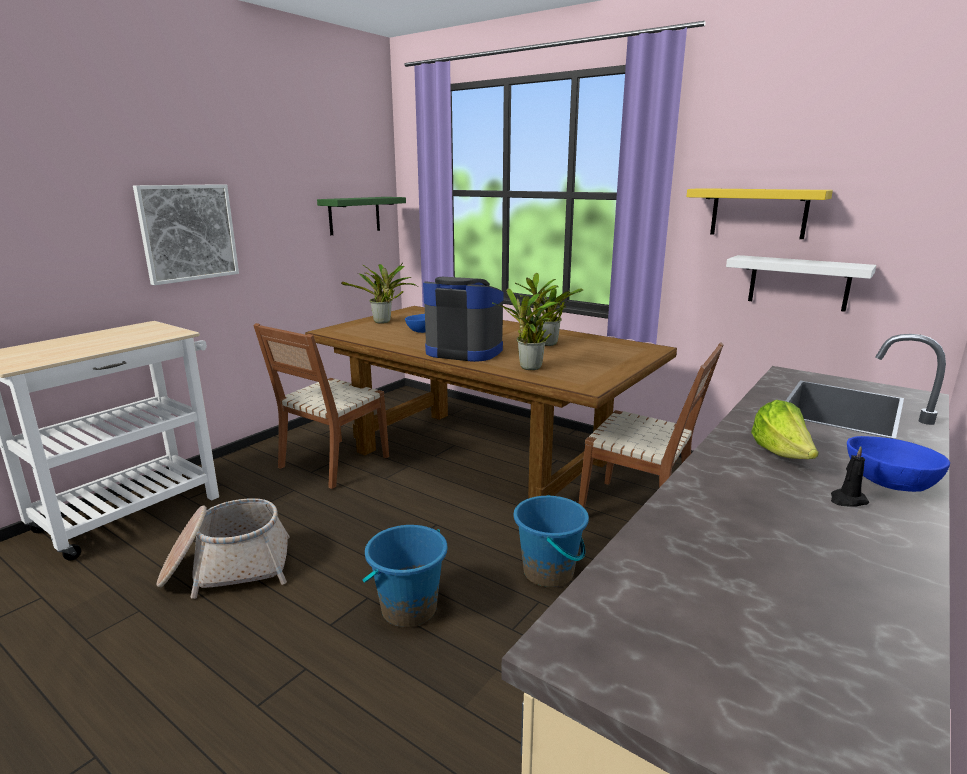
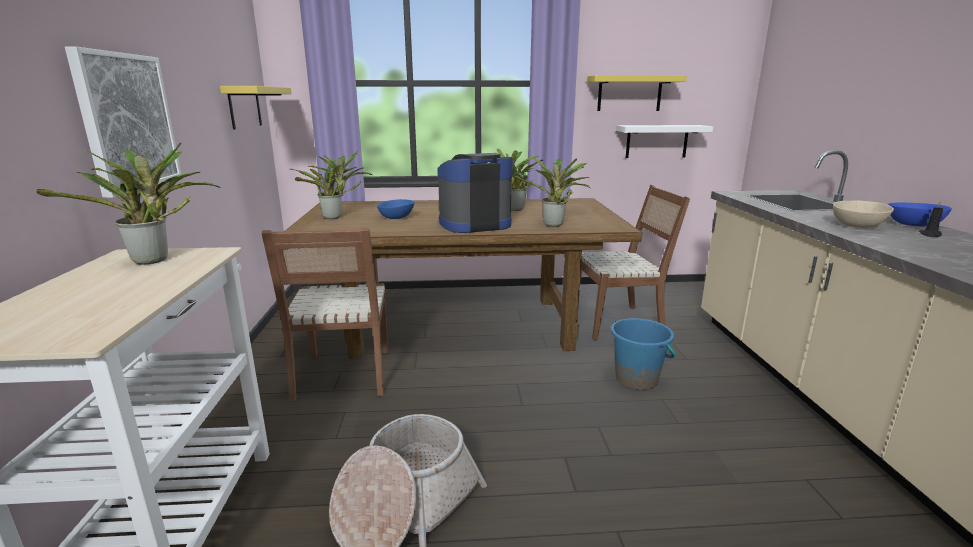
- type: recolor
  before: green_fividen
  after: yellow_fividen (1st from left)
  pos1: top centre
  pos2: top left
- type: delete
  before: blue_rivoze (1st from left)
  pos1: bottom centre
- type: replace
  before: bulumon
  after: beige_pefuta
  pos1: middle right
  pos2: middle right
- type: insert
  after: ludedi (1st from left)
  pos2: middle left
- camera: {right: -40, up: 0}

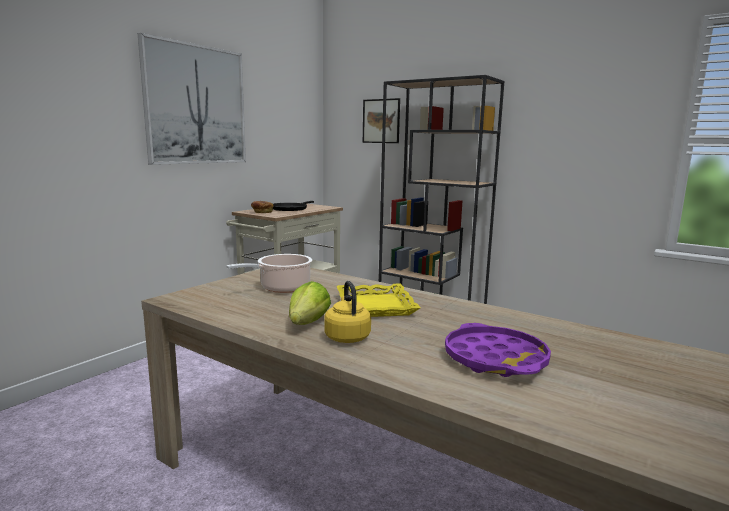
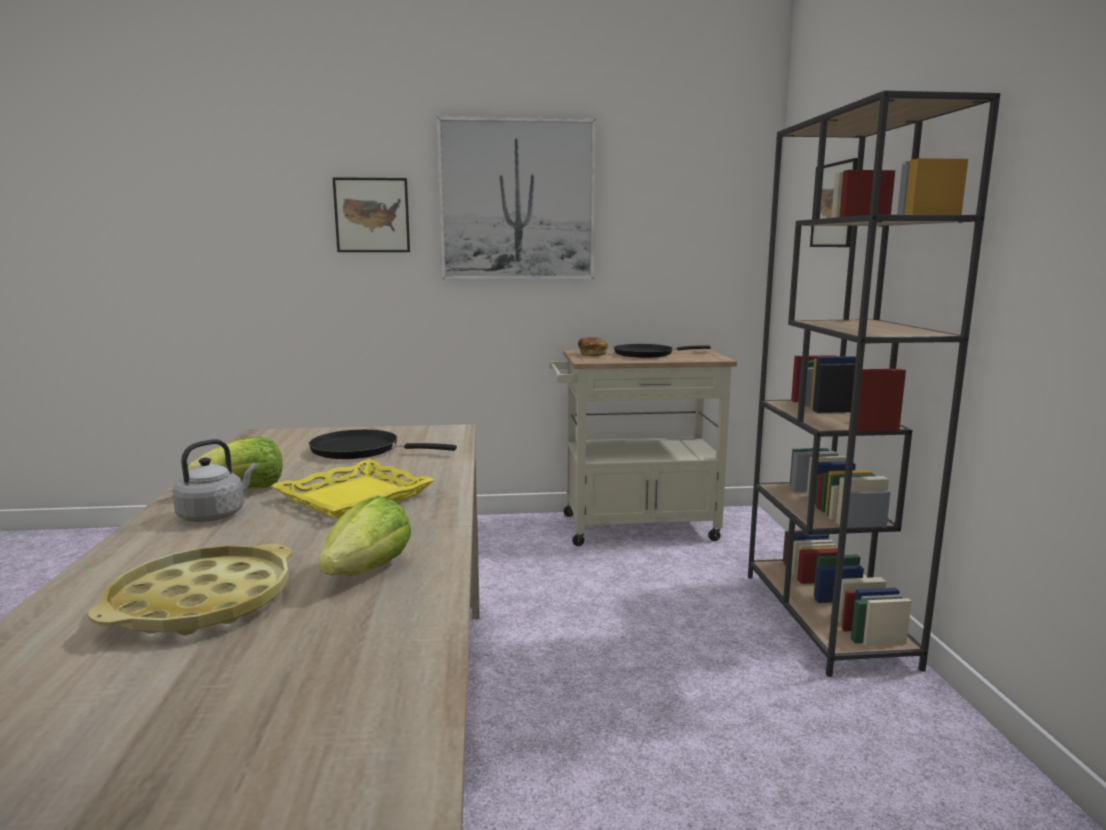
- type: replace
  before: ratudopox
  after: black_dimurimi (1st from left)
  pos1: centre
  pos2: centre
- type: recolor
  before: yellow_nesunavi
  after: grey_nesunavi
  pos1: centre
  pos2: middle left
- type: recolor
  before: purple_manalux
  after: yellow_manalux (1st from left)
  pos1: bottom right
  pos2: bottom left
- type: insert
  after: bulumon (2nd from left)
  pos2: middle left
- type: insert
  after: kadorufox (1st from left)
  pos2: top centre
- camera: {right: 50, up: 0}

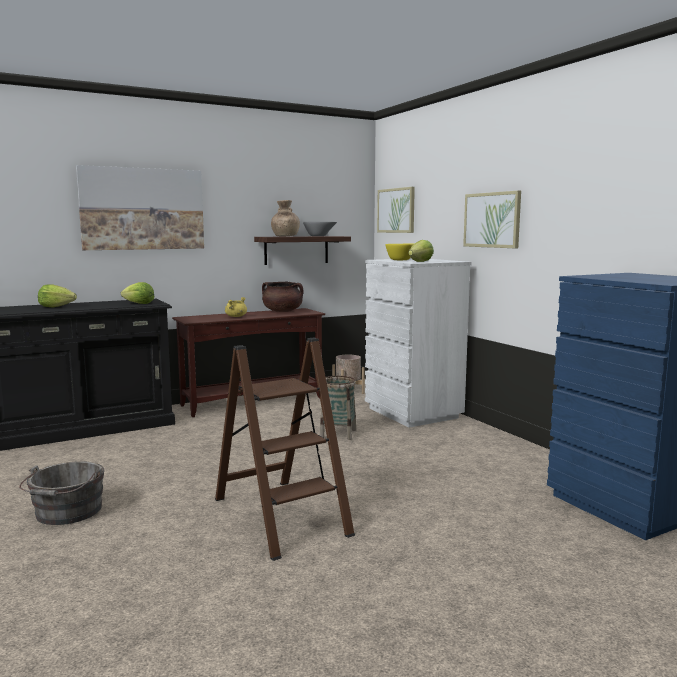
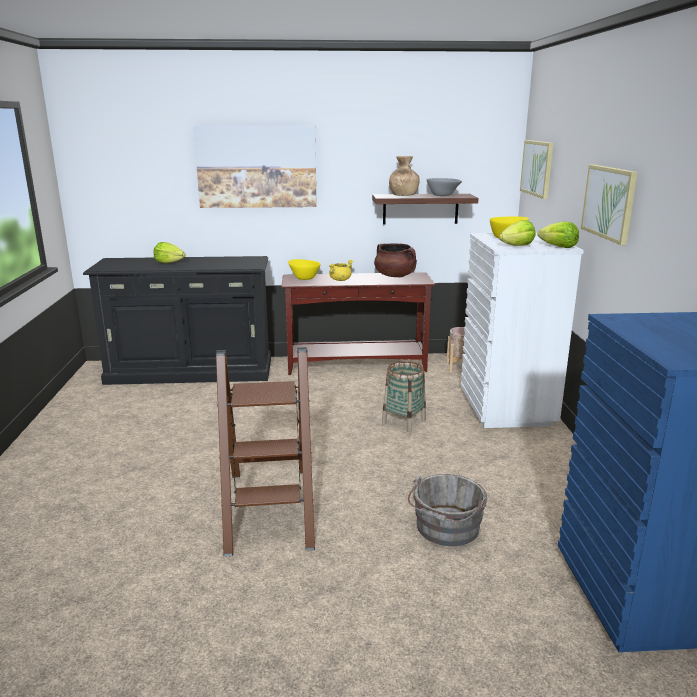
- type: move
  before: grey_rivoze
  pos1: bottom left
  pos2: bottom centre
- type: move
  before: bulumon (2nd from left in the first image)
  after: bulumon (3rd from left)
  pos1: middle left
  pos2: middle right
- type: insert
  after: yellow_pefuta (1st from left)
  pos2: centre
- camera: {right: 25, up: 10}

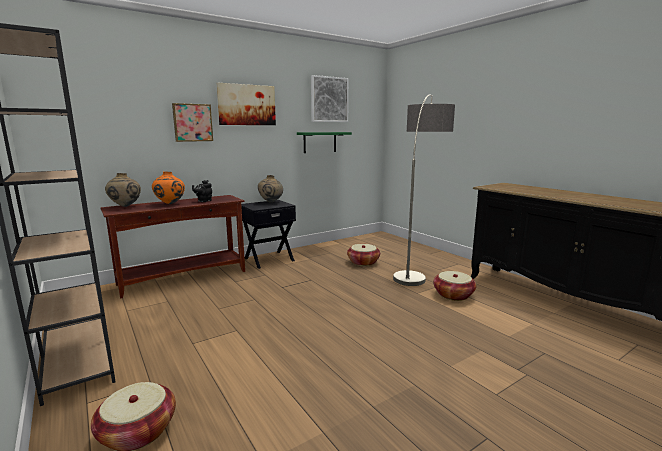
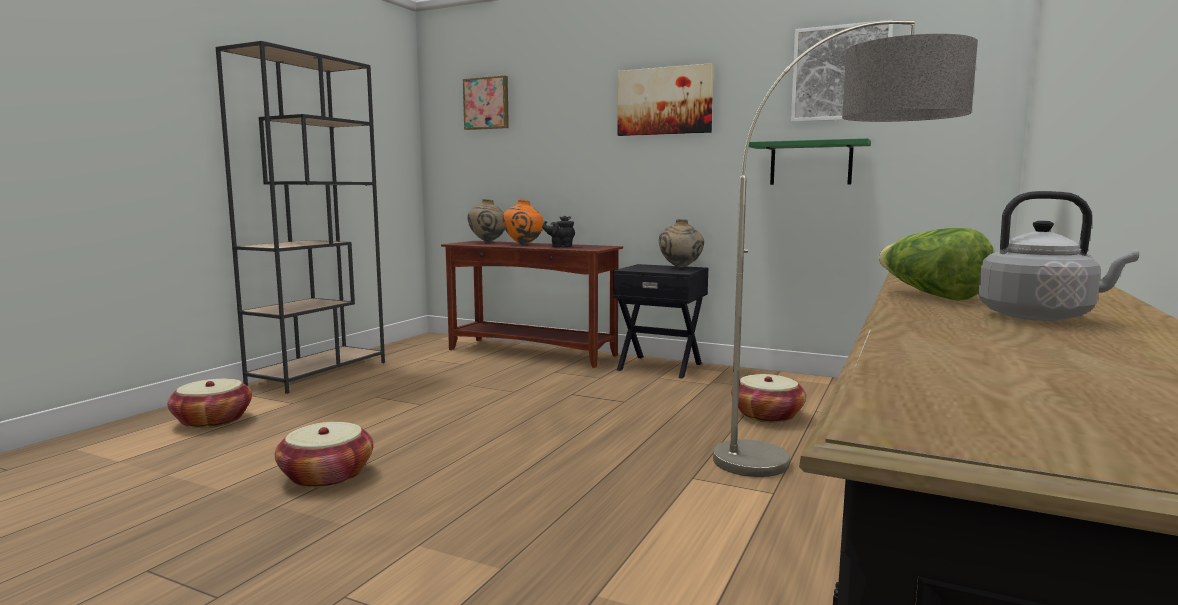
- type: move
  before: kadorufox (1st from left)
  pos1: top left
  pos2: top centre
- type: move
  before: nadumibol (3rd from left in the first image)
  after: nadumibol (2nd from left)
  pos1: middle right
  pos2: bottom left
- type: insert
  after: bulumon
  pos2: middle right
- type: insert
  after: grey_nesunavi
  pos2: middle right
- camera: {right: 60, up: -5}

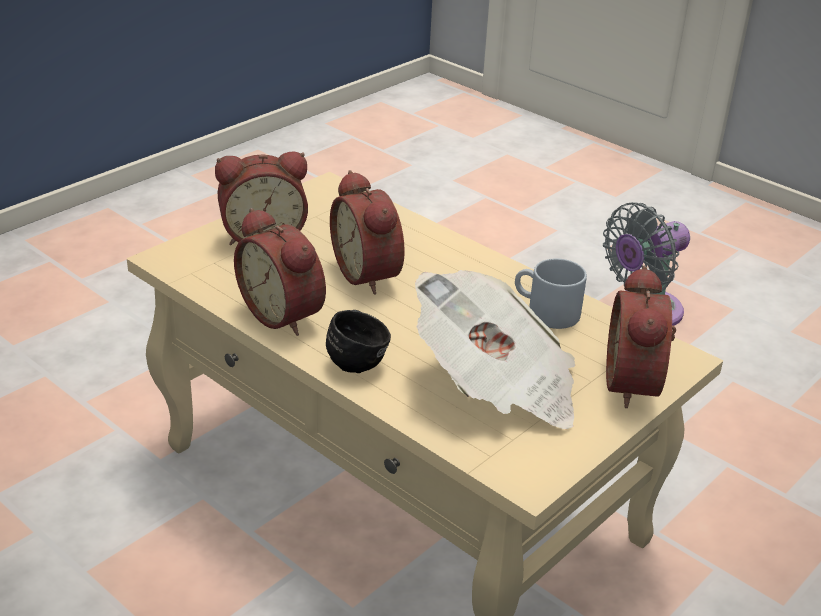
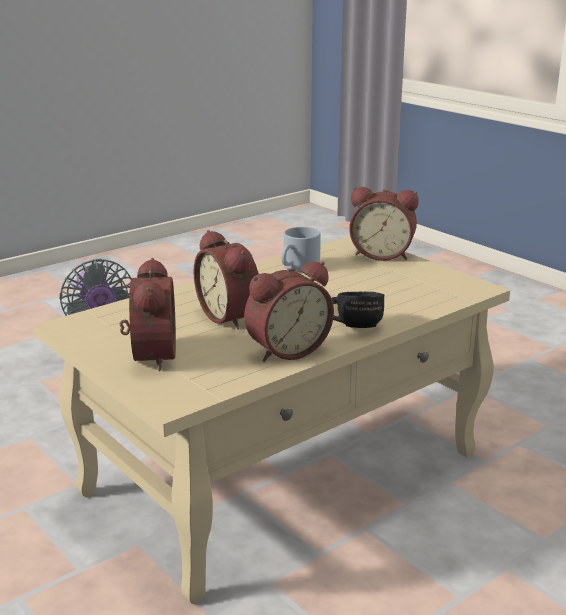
- type: rotate
  before: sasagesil (3rd from left in the first image)
  pos1: centre
  pos2: centre
  turn: 75
- type: delete
  before: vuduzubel
  pos1: centre
- camera: {right: -80, up: -10}

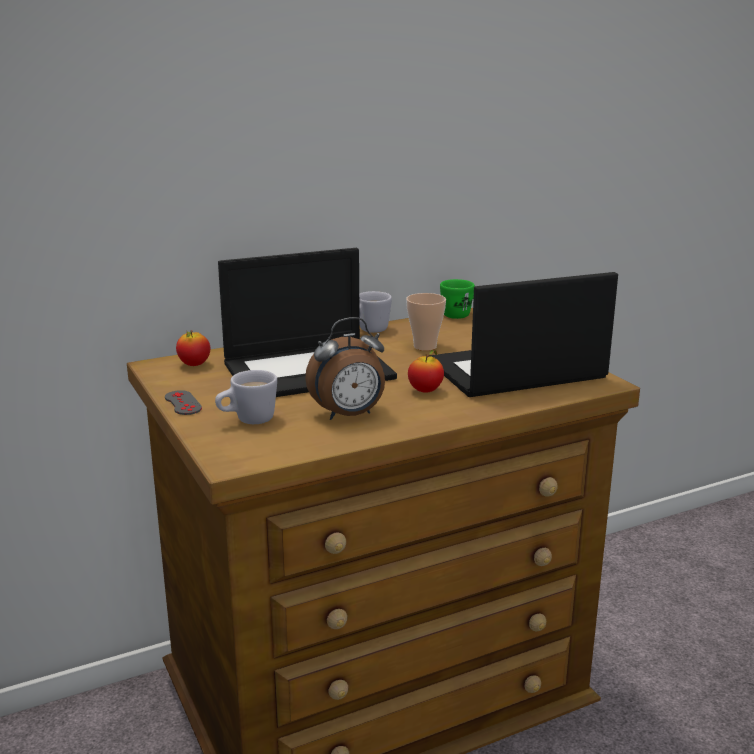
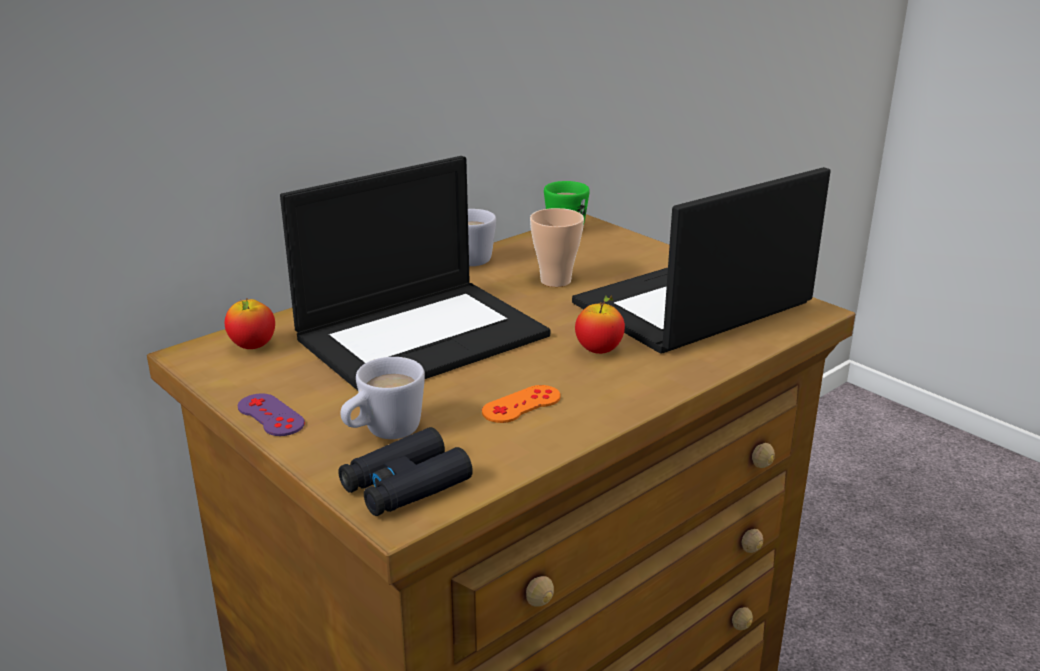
- type: recolor
  before: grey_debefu
  after: purple_debefu
  pos1: middle left
  pos2: middle left
- type: replace
  before: sasagesil
  after: orange_debefu
  pos1: centre
  pos2: centre
- type: insert
  after: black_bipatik
  pos2: bottom centre
- camera: {right: -15, up: 5}

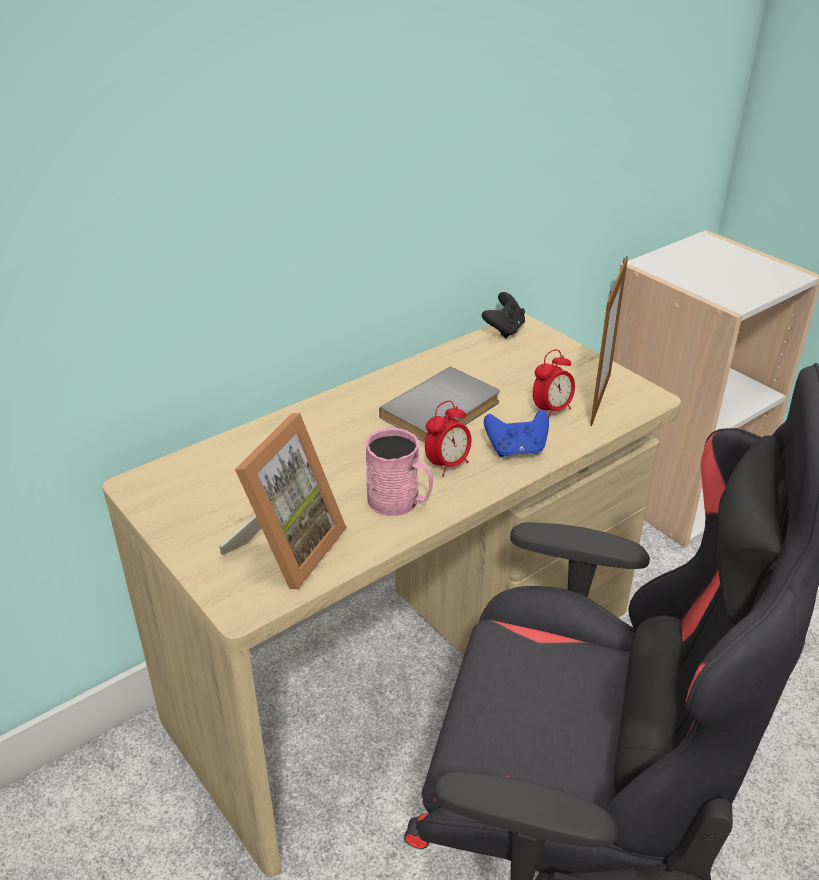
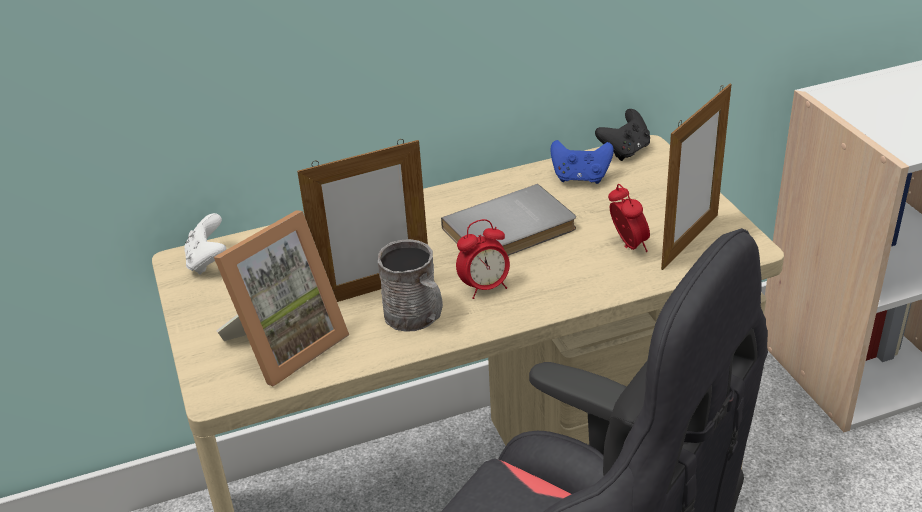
- type: recolor
  before: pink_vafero
  after: grey_vafero
  pos1: centre
  pos2: centre
- type: move
  before: blue_debefu
  pos1: centre
  pos2: top centre
- type: rotate
  before: sasagesil (2nd from left)
  pos1: middle right
  pos2: middle right
  turn: -90
- type: insert
  after: white_debefu
  pos2: middle left
- type: insert
  after: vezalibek (2nd from left)
  pos2: centre
- camera: {right: 20, up: 0}

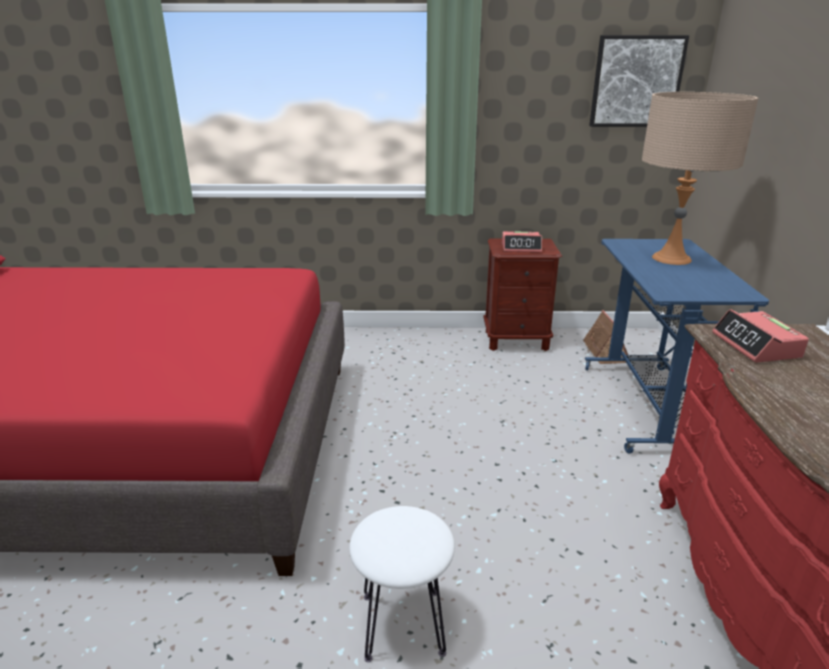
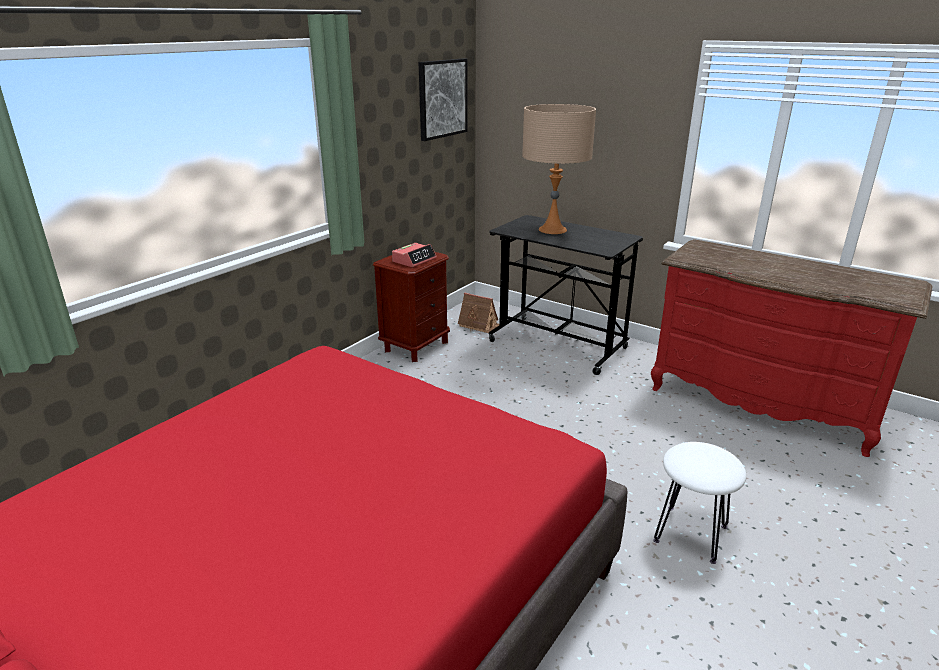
- type: recolor
  before: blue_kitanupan
  after: black_kitanupan
  pos1: middle right
  pos2: centre
- type: delete
  before: sasagesil (2nd from left)
  pos1: middle right
- camera: {right: -55, up: 0}

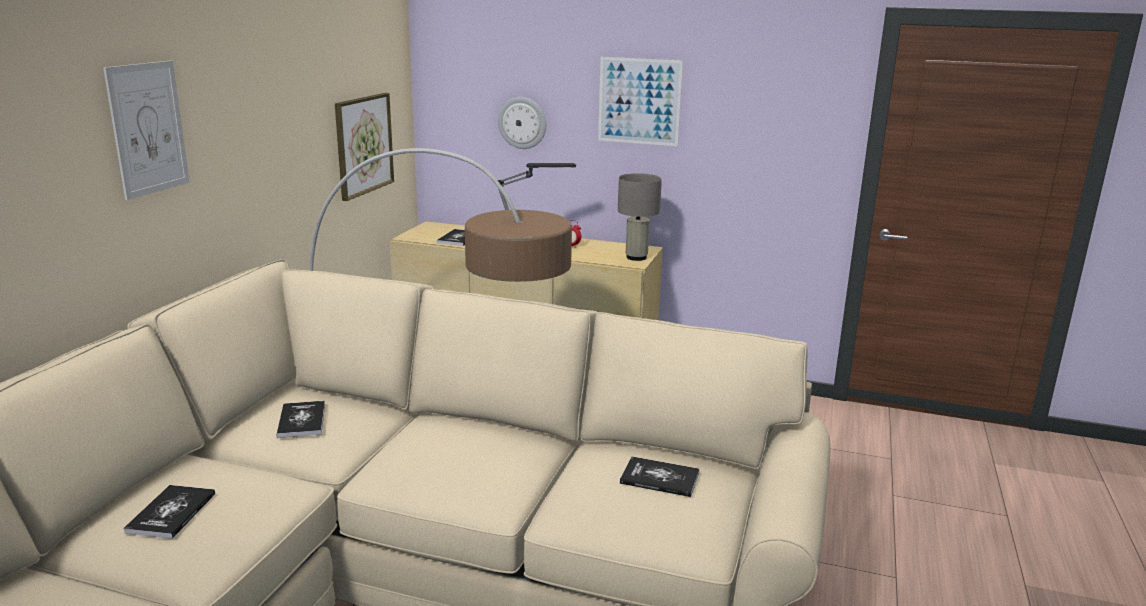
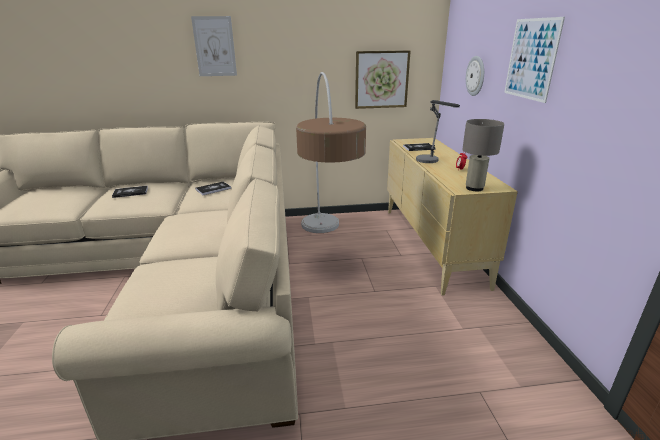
- type: delete
  before: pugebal (4th from left)
  pos1: bottom centre
- camera: {right: 65, up: 5}

